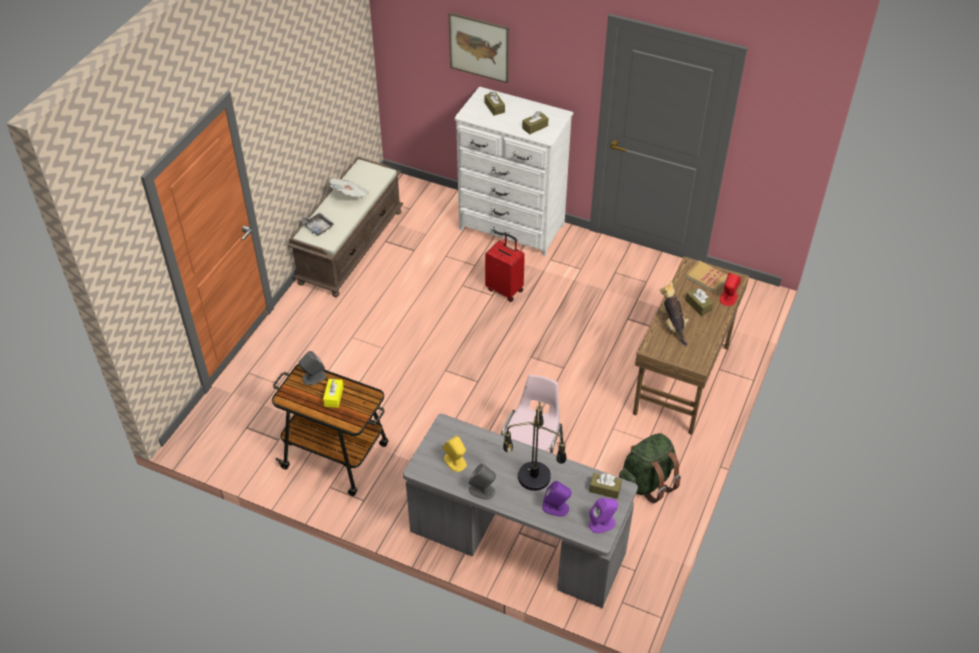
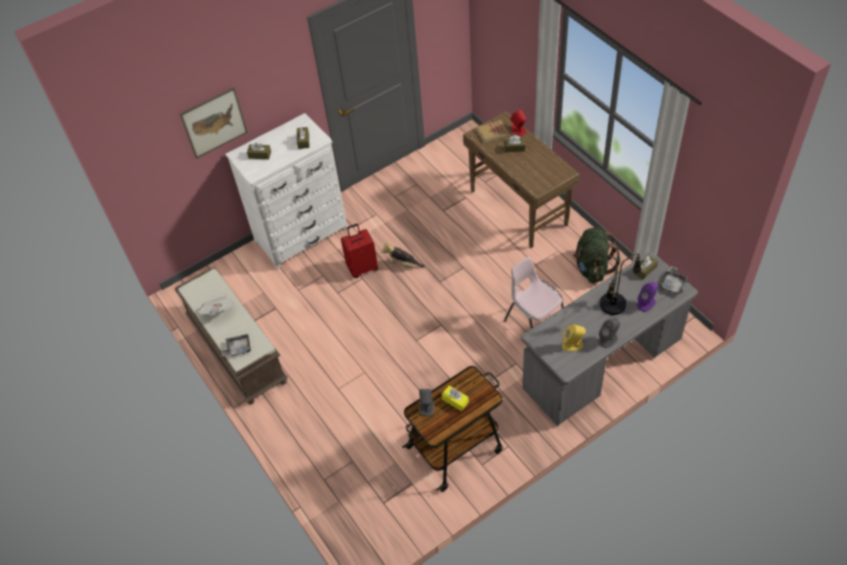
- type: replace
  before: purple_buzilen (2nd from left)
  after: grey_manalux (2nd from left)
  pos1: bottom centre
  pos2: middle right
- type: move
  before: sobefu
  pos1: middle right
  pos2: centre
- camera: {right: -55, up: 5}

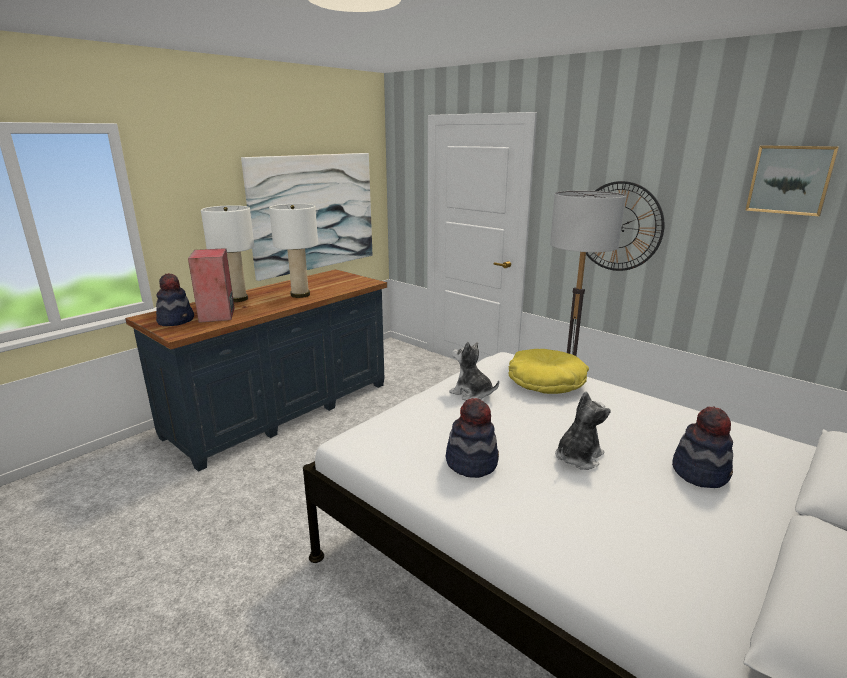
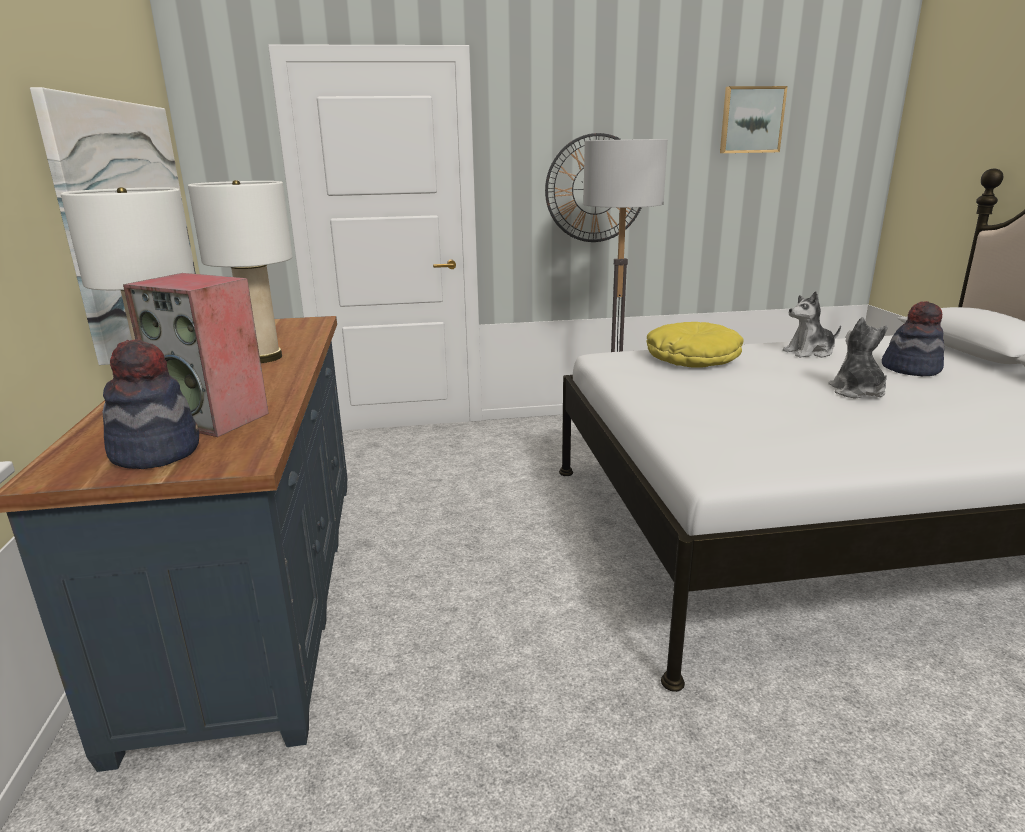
- type: delete
  before: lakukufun (2nd from left)
  pos1: centre
- type: move
  before: sobefu (1st from left)
  pos1: centre
  pos2: middle right
- camera: {right: -50, up: 0}

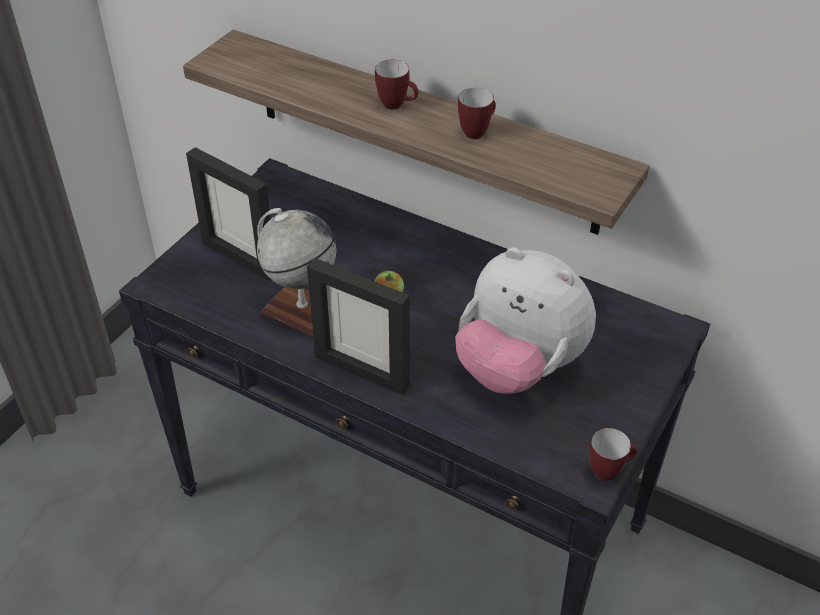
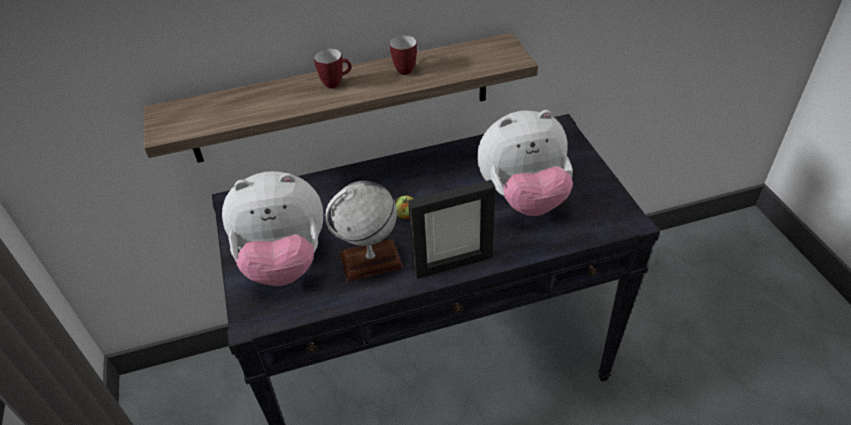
- type: replace
  before: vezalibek (1st from left)
  after: sobefu (1st from left)
  pos1: middle left
  pos2: middle left
- type: delete
  before: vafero (3rd from left)
  pos1: bottom right
- camera: {right: -45, up: 0}

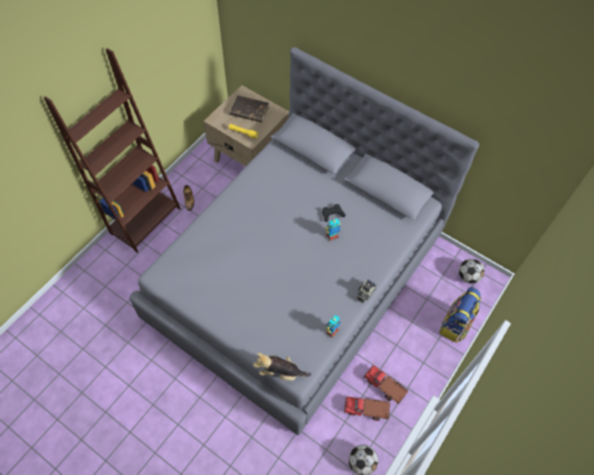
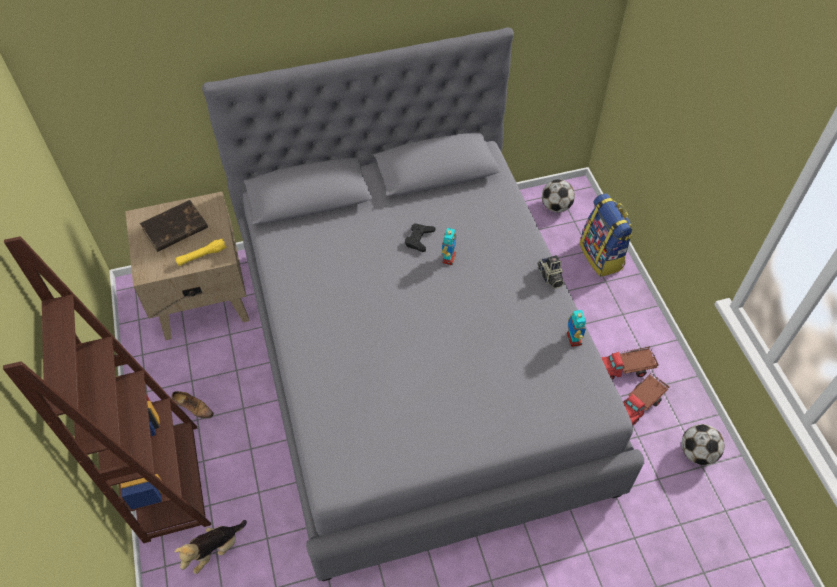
- type: move
  before: sobefu
  pos1: bottom centre
  pos2: bottom left
- camera: {right: -50, up: -5}

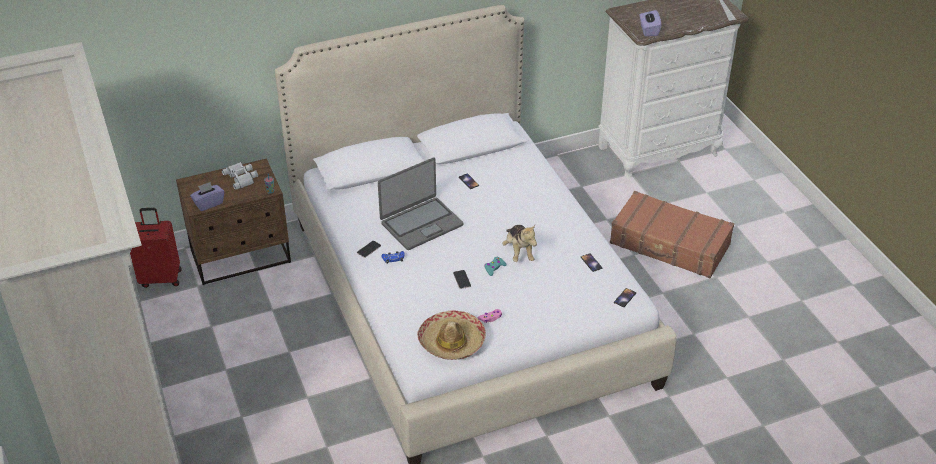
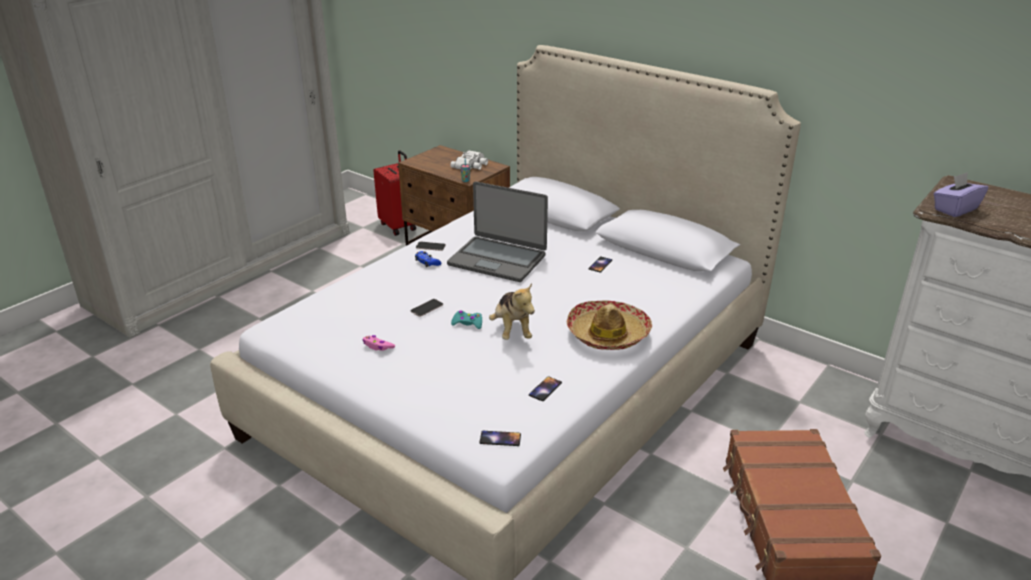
- type: delete
  before: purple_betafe (1st from left)
  pos1: middle left
- type: move
  before: lakukufun
  pos1: bottom centre
  pos2: centre
- type: rotate
  before: sobefu
  pos1: centre
  pos2: centre
  turn: -60
- camera: {right: 60, up: -10}

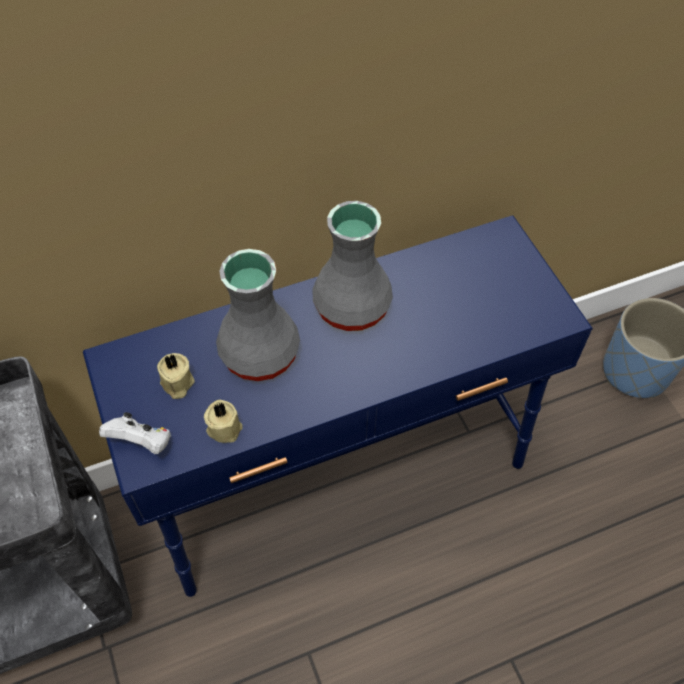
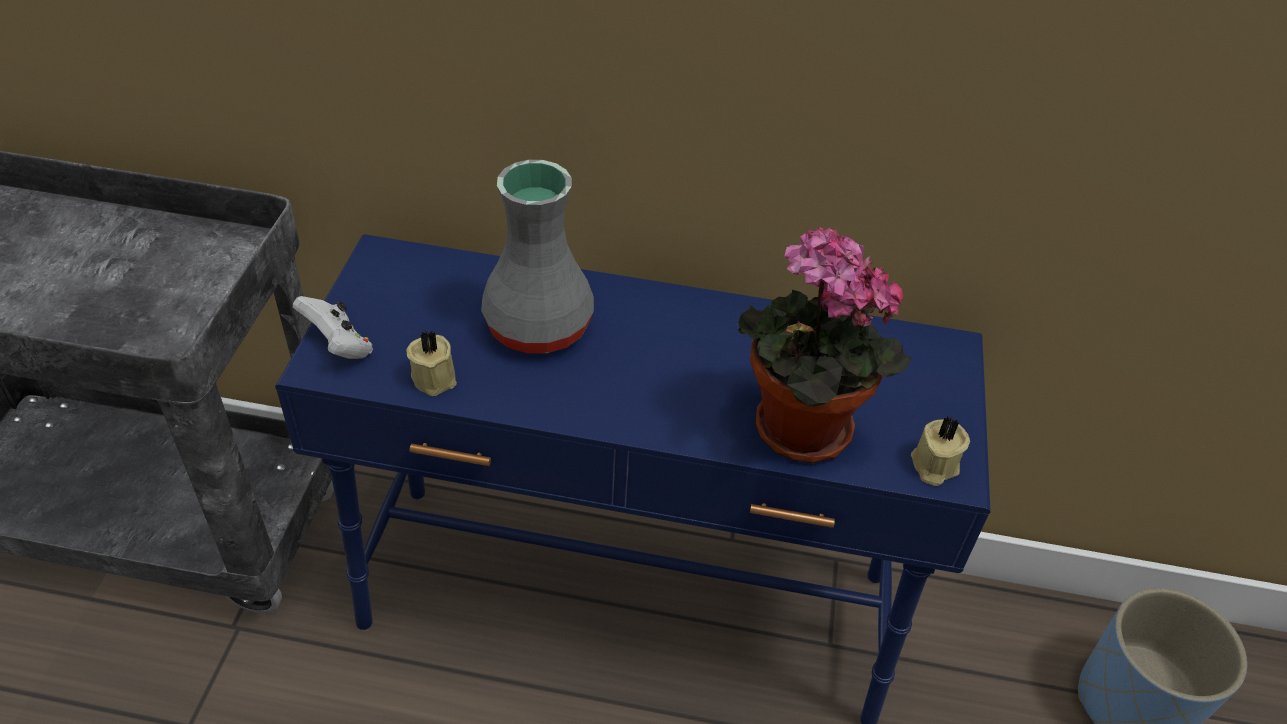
- type: move
  before: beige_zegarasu (1st from left in the first image)
  after: beige_zegarasu (2nd from left)
  pos1: middle left
  pos2: middle right
- type: delete
  before: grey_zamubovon (2nd from left)
  pos1: centre
- type: insert
  after: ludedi
  pos2: centre
- camera: {right: 30, up: -10}

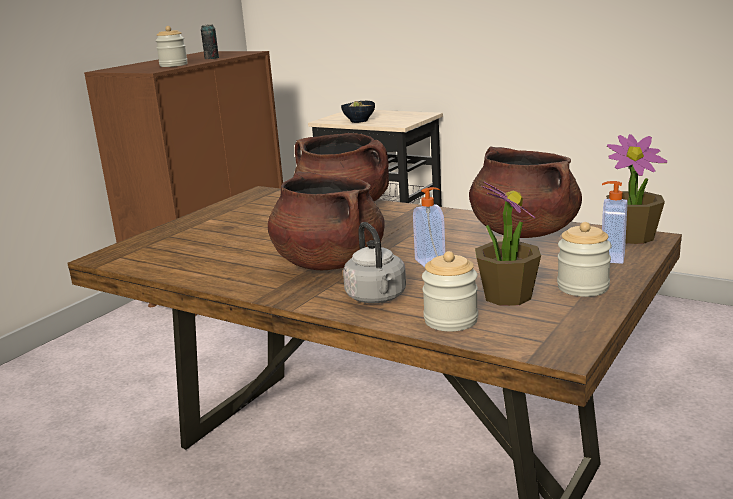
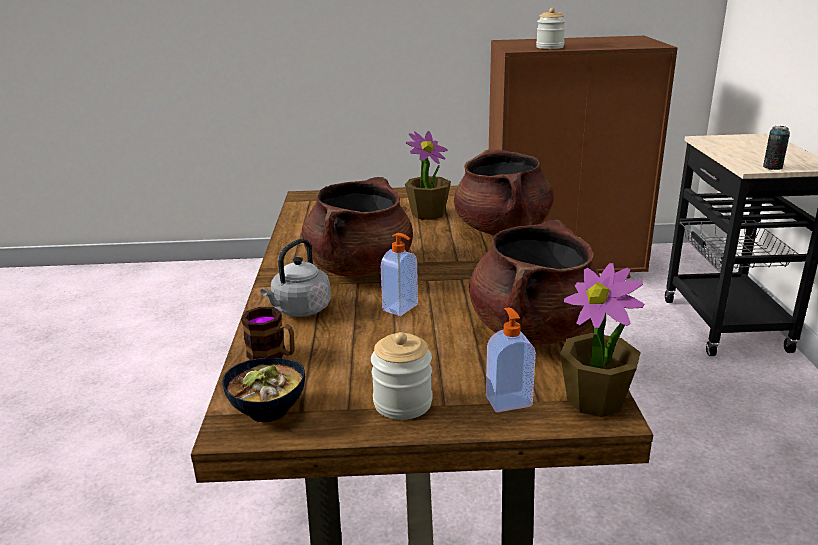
- type: move
  before: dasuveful
  pos1: top left
  pos2: top right
- type: move
  before: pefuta
  pos1: top centre
  pos2: bottom left
- type: replace
  before: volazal (2nd from left)
  after: vafero
  pos1: centre
  pos2: middle left
- type: move
  before: ludedi (1st from left)
  pos1: middle right
  pos2: top centre
- camera: {right: 55, up: 5}

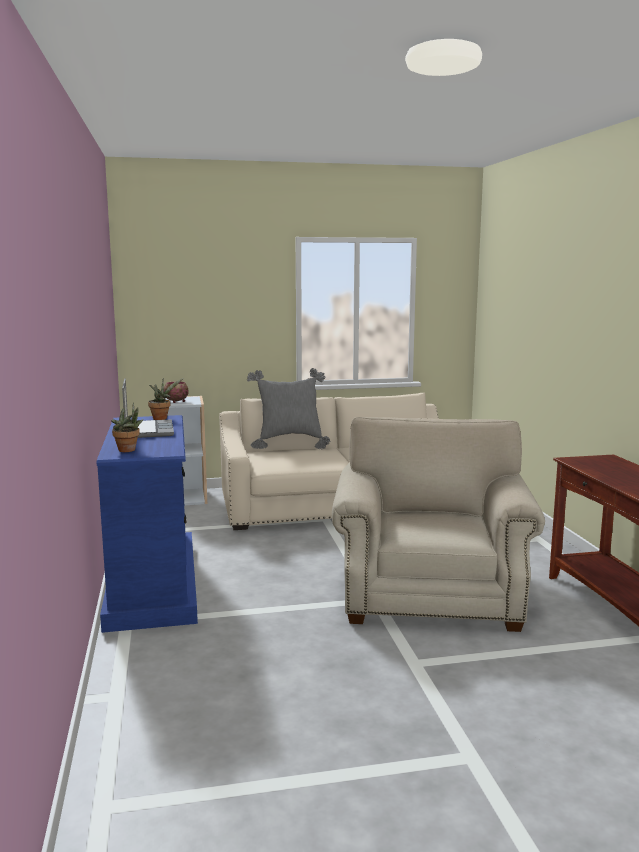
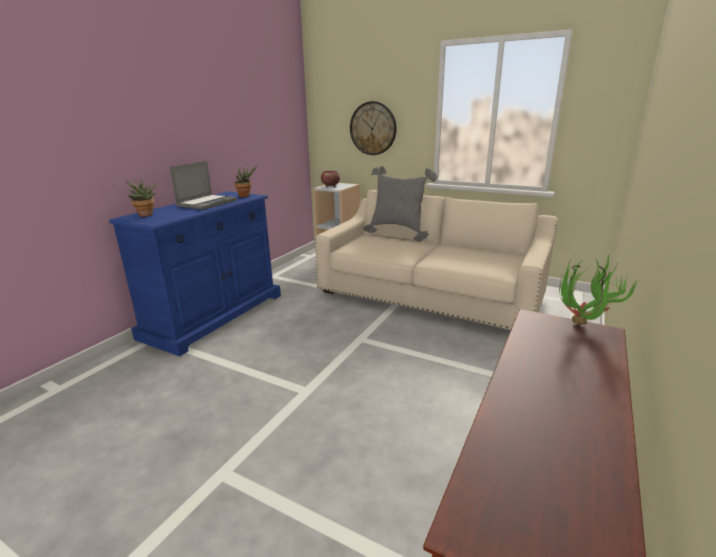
- type: delete
  before: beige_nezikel
  pos1: middle right
- type: insert
  after: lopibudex
  pos2: top centre
- type: insert
  after: ludedi (3rd from left)
  pos2: middle right
- camera: {right: 40, up: 10}

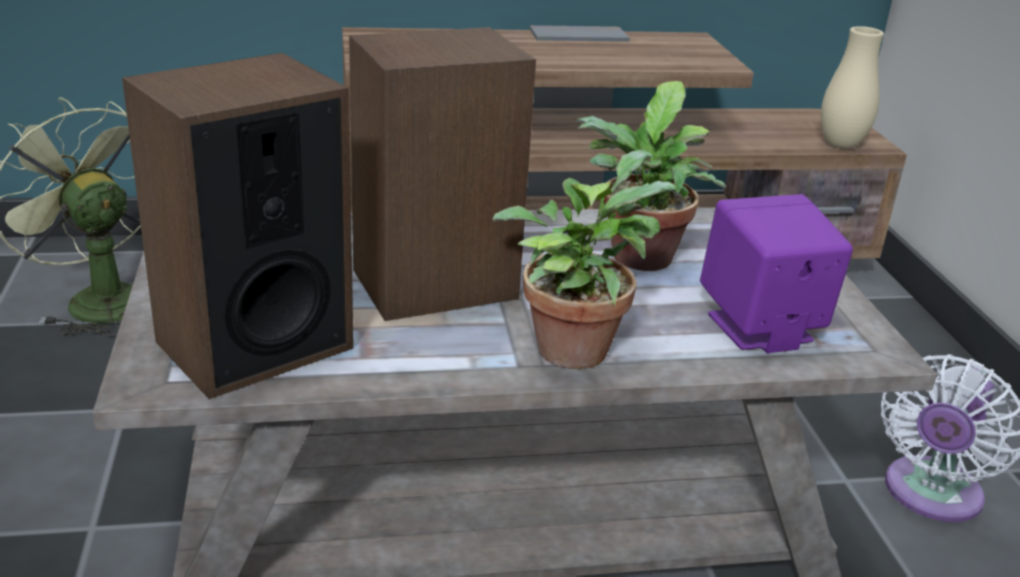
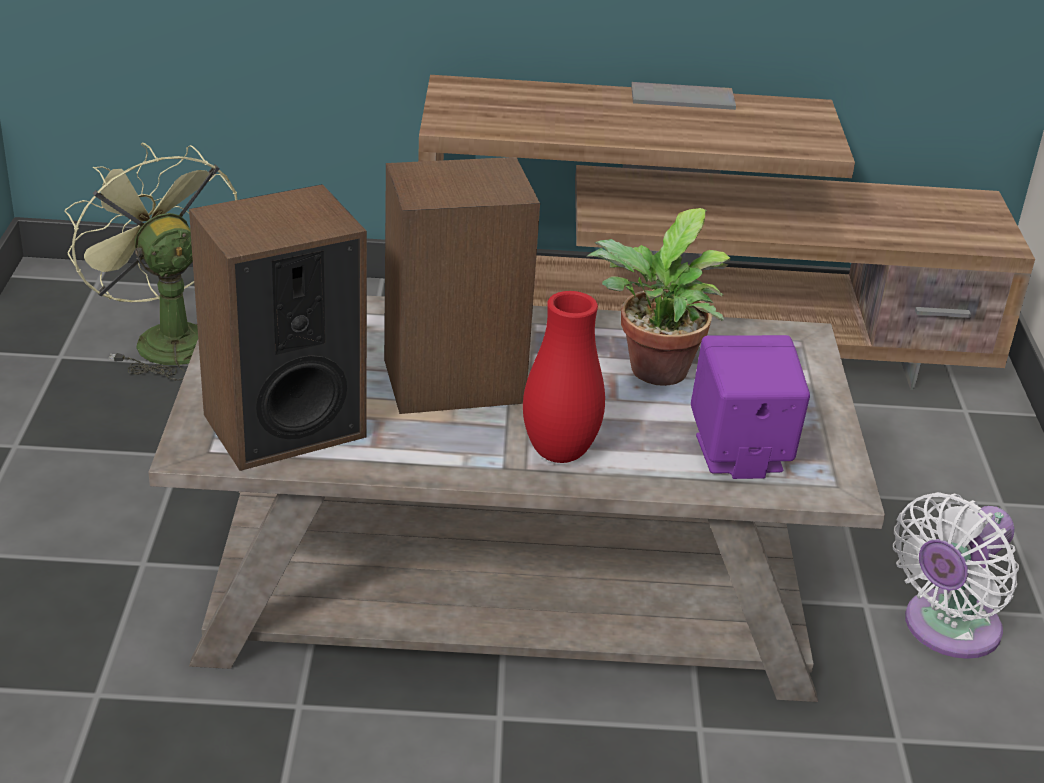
- type: replace
  before: ludedi (1st from left)
  after: red_zamubovon
  pos1: centre
  pos2: centre
- type: delete
  before: beige_zamubovon
  pos1: top right
- camera: {right: 10, up: 5}

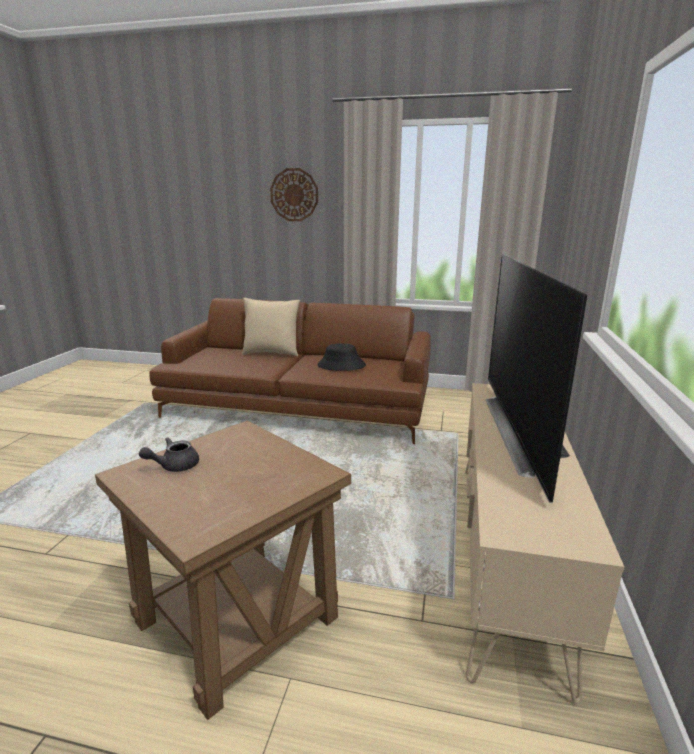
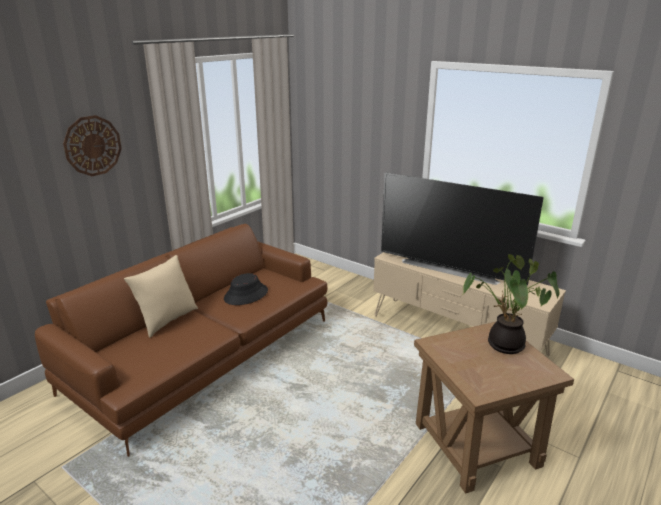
- type: delete
  before: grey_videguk
  pos1: middle left
- type: insert
  after: ludedi
  pos2: middle right
- camera: {right: -65, up: 5}

